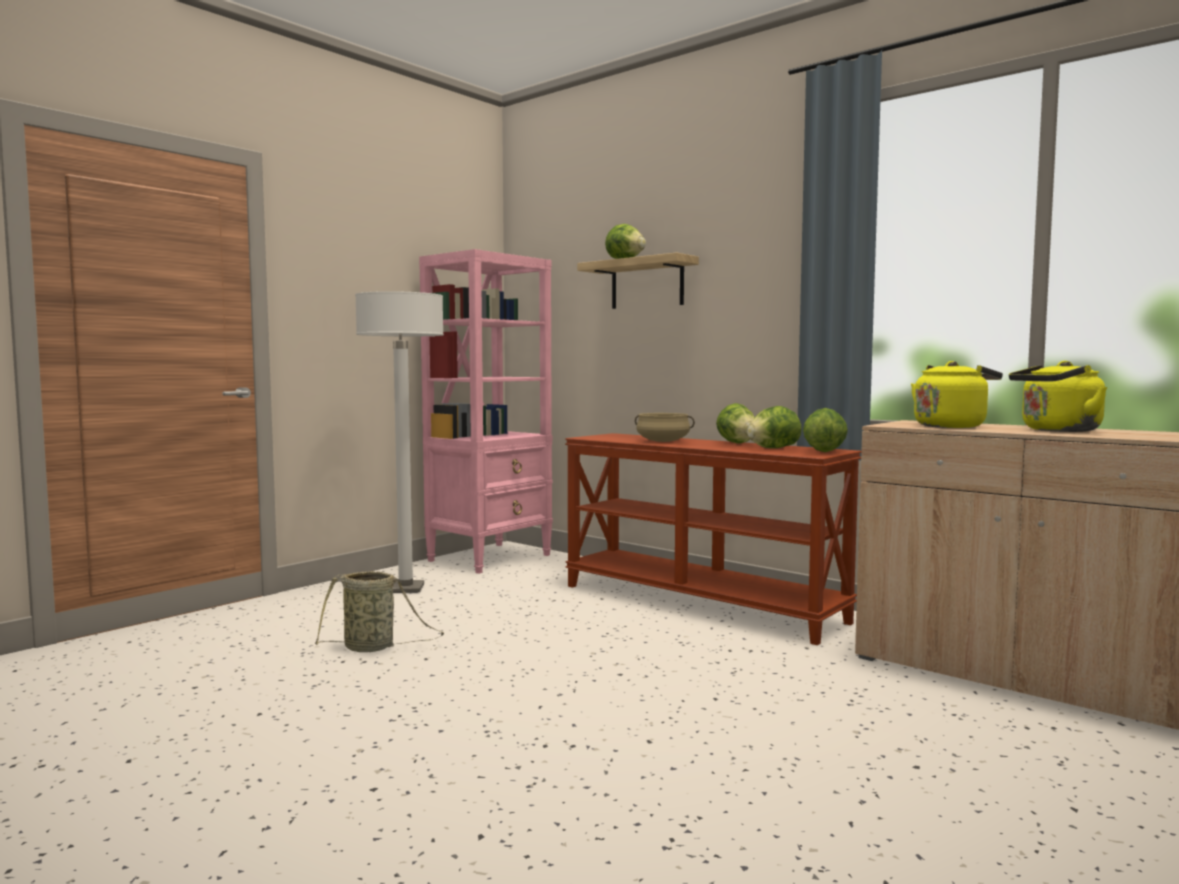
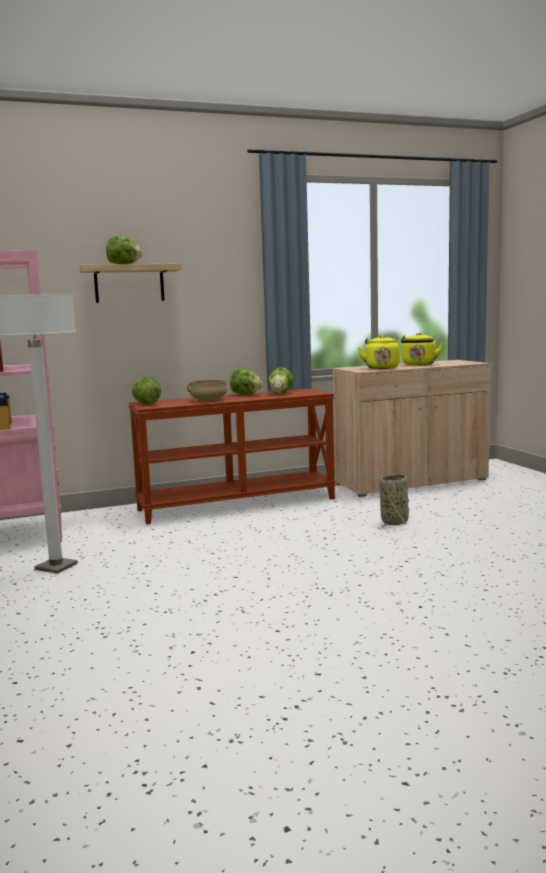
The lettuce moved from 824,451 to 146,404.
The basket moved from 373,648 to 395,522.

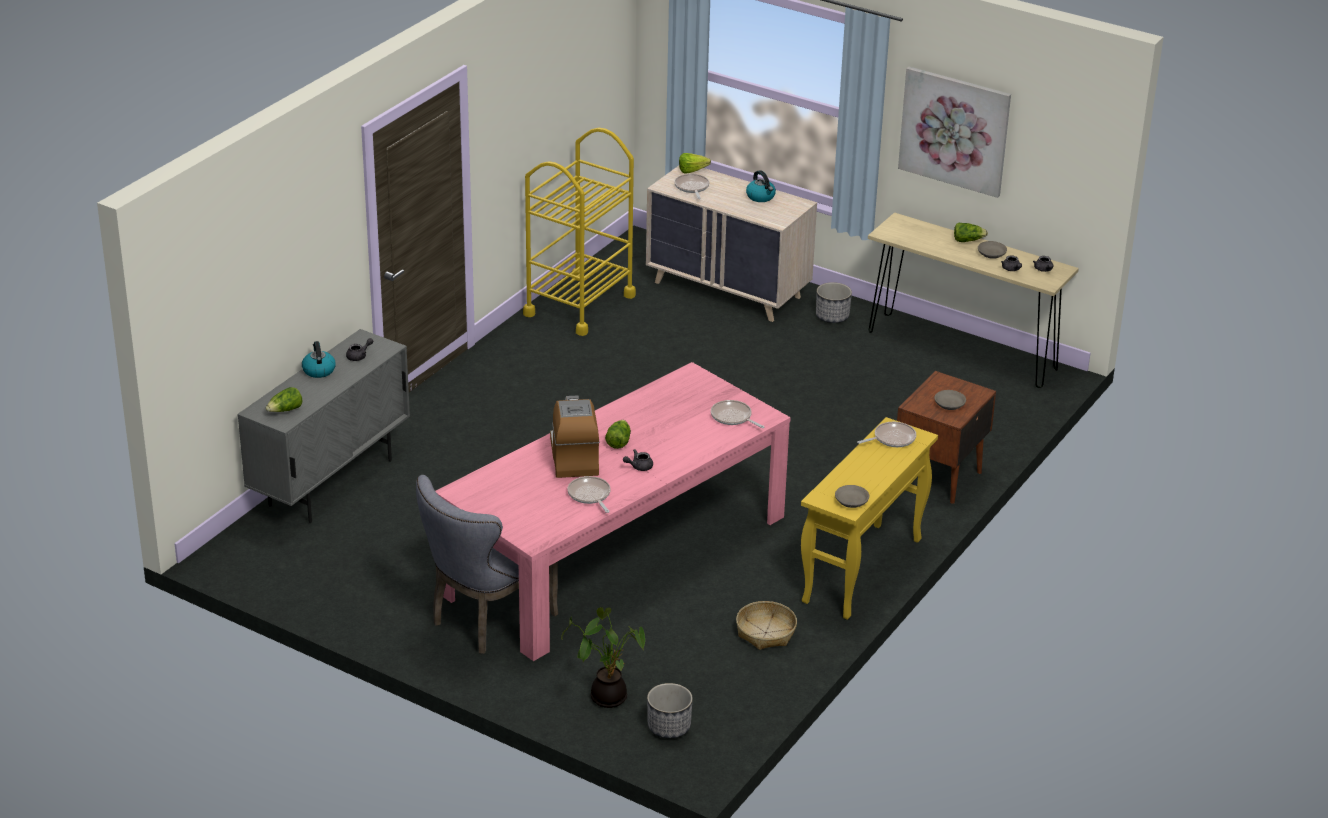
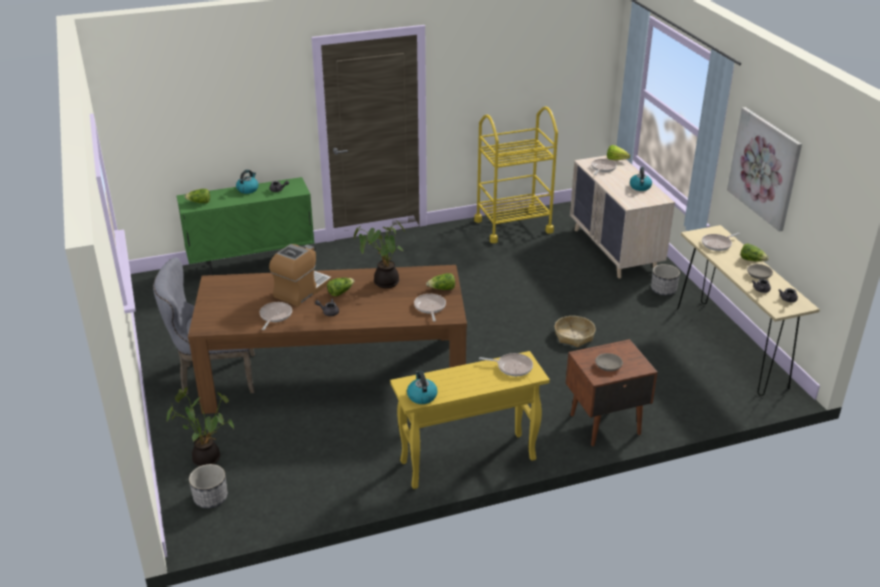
The cabinet (grey) at 331,482 became the cabinet (green) at 252,266.
The dining table (pink) at 615,554 became the dining table (brown) at 335,374.
The potted plant at 384,282 appeared.
The bowl (grey) at 851,501 was replaced by the kettle at 421,396.
The lettuce at 442,289 appeared.
The basket moved from 766,633 to 574,336.
The frying pan at 717,244 appeared.

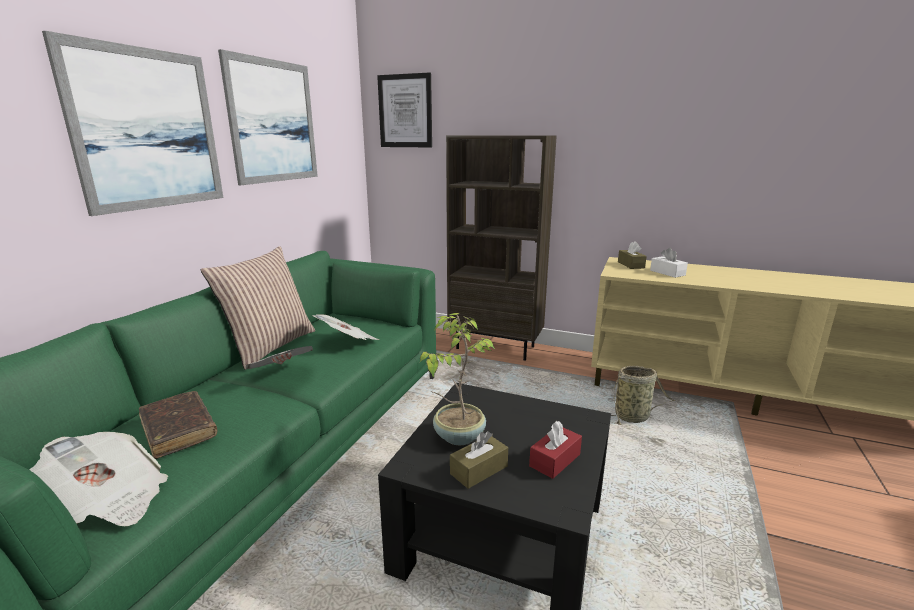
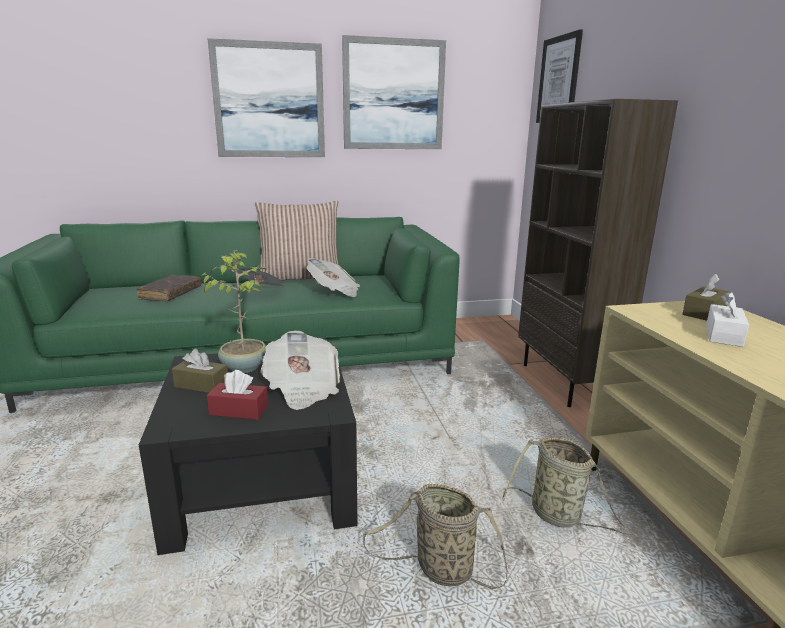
The newspaper moved from 109,501 to 302,389.
The basket at 439,569 appeared.

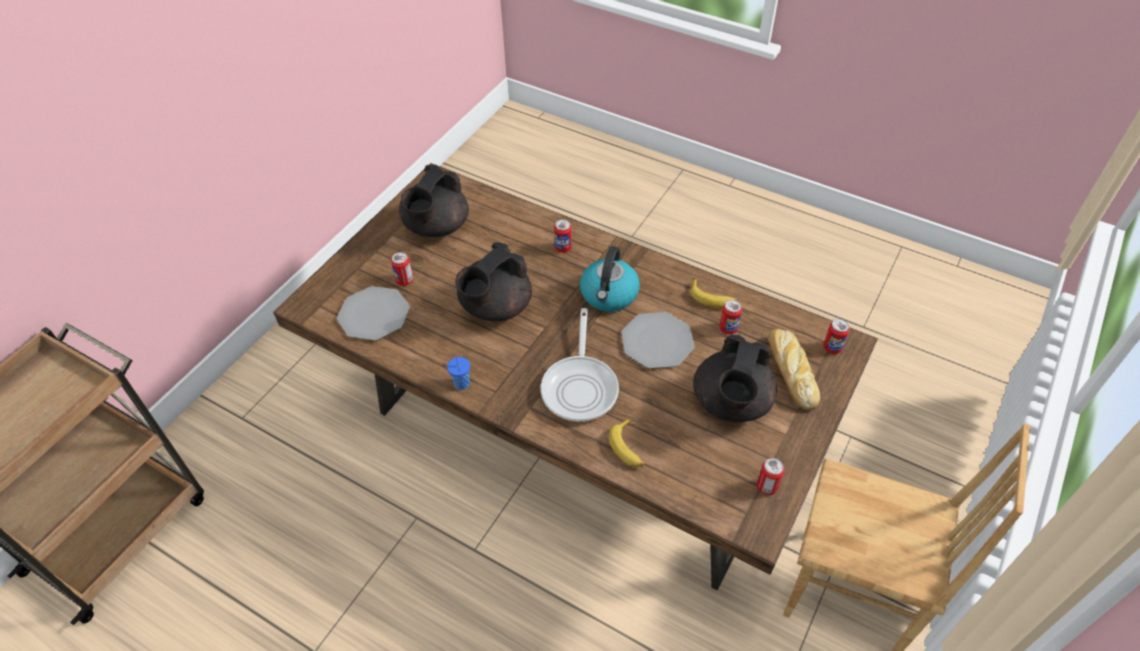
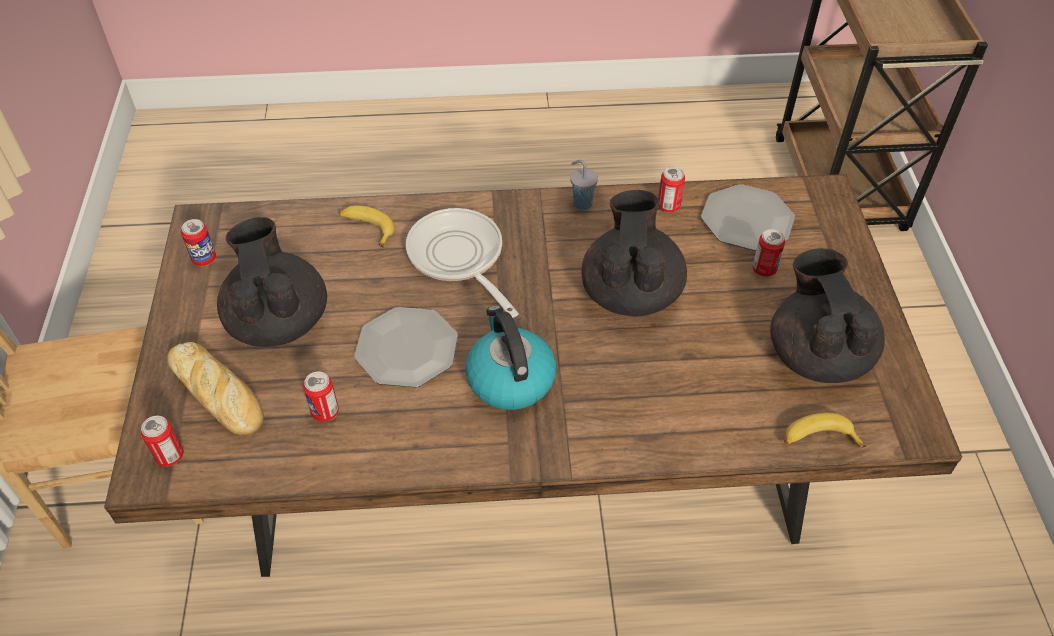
The cup (blue) at 462,384 became the cup (grey) at 581,203.
The can moved from 563,248 to 668,206.
The banana moved from 712,298 to 818,439.

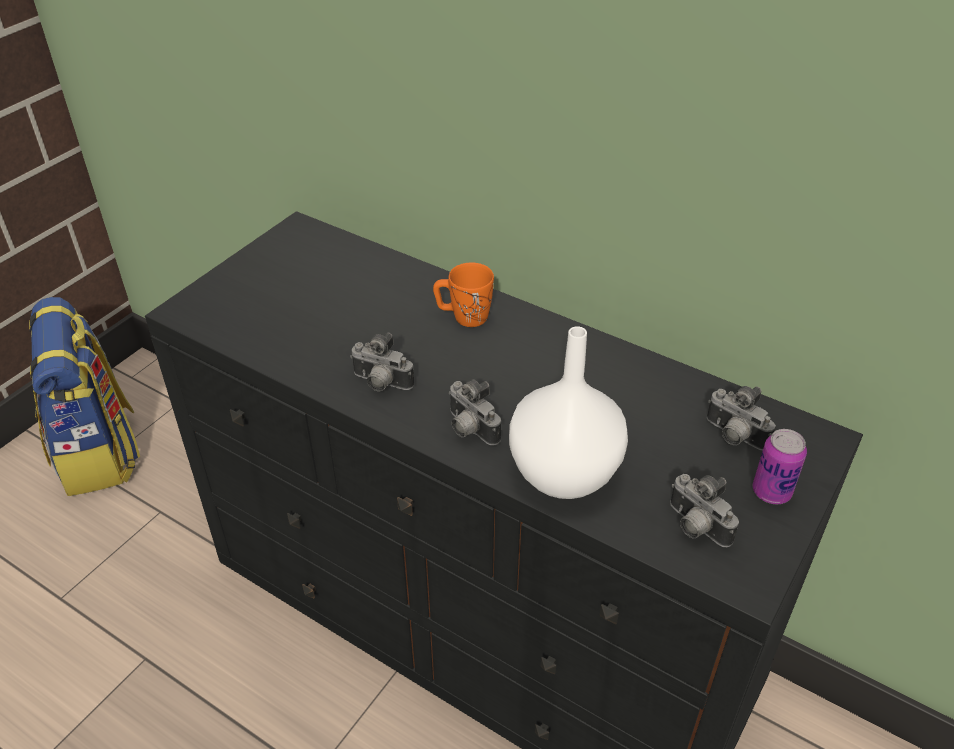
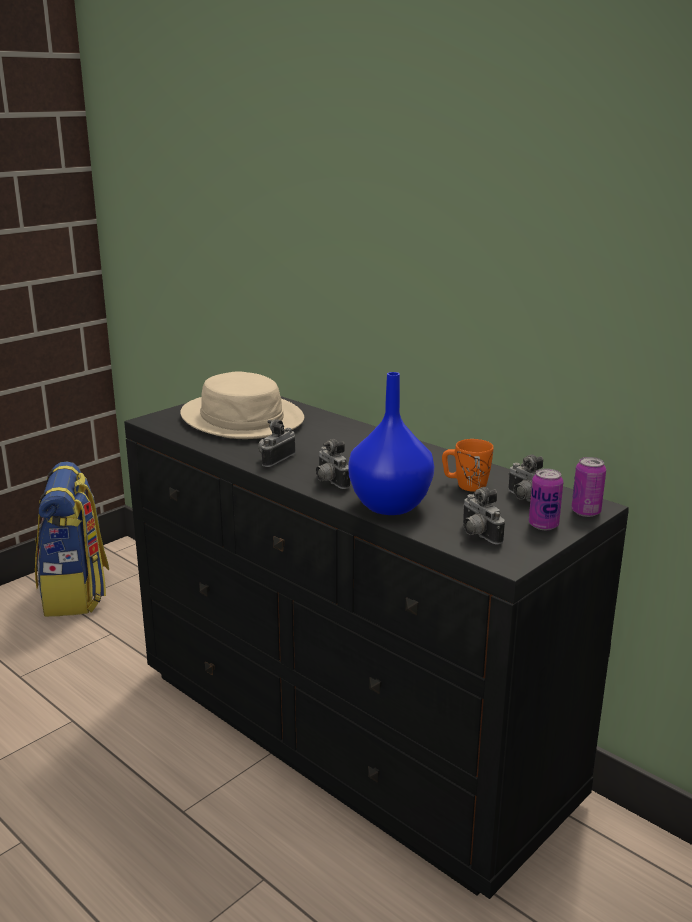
The hat (beige) at 242,418 appeared.
The photo camera at 380,384 turned 90 degrees clockwise.
The vase (white) at 563,476 became the vase (blue) at 389,506.
The mug (orange) moved from 463,316 to 465,485.
The can at 585,512 appeared.

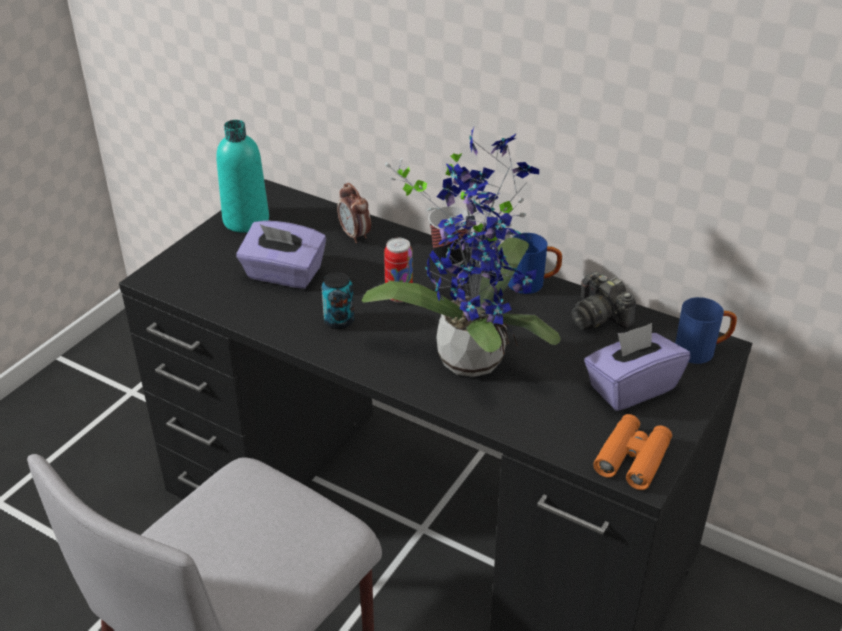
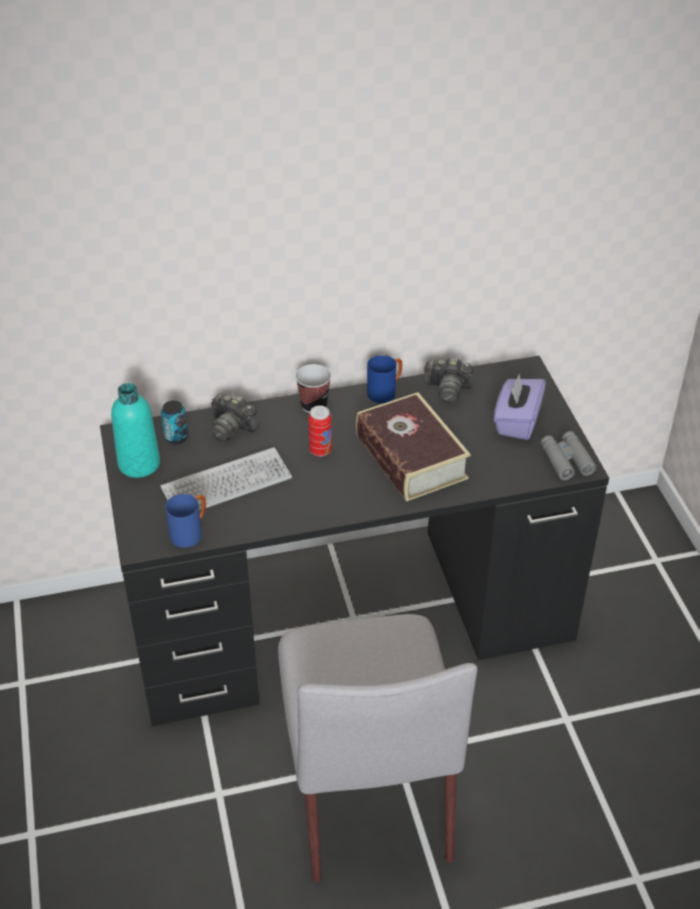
The can moved from 339,321 to 176,437.
The tissue box (purple) at 283,274 was replaced by the keyboard at 226,484.
The mug (blue) moved from 701,351 to 190,532.
The alarm clock at 355,235 was replaced by the photo camera at 231,427.
The potted plant at 471,352 was replaced by the book at 411,457.
The binoculars (orange) at 632,458 became the binoculars (grey) at 566,460.

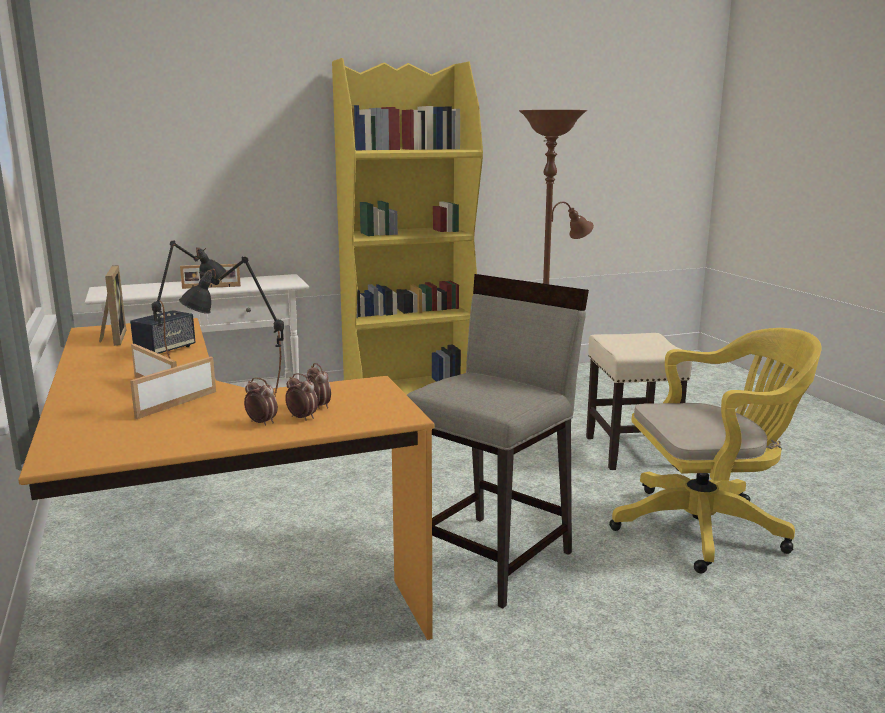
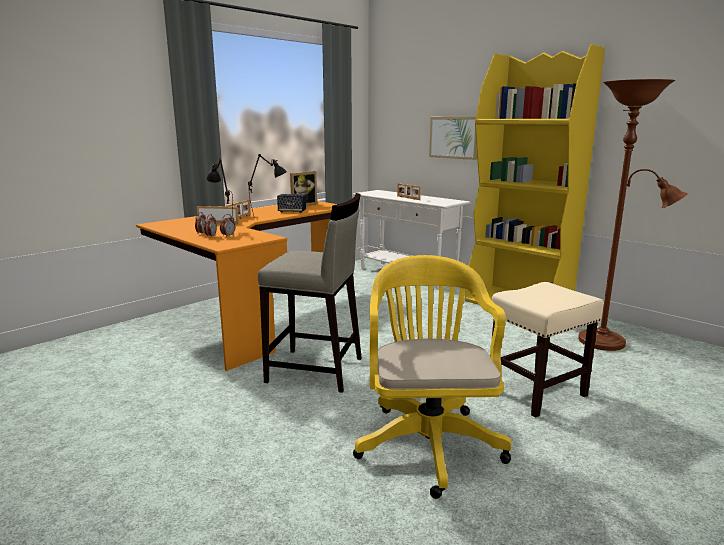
The office chair (yellow) at 706,528 turned 150 degrees counterclockwise.
The picture at 454,137 appeared.

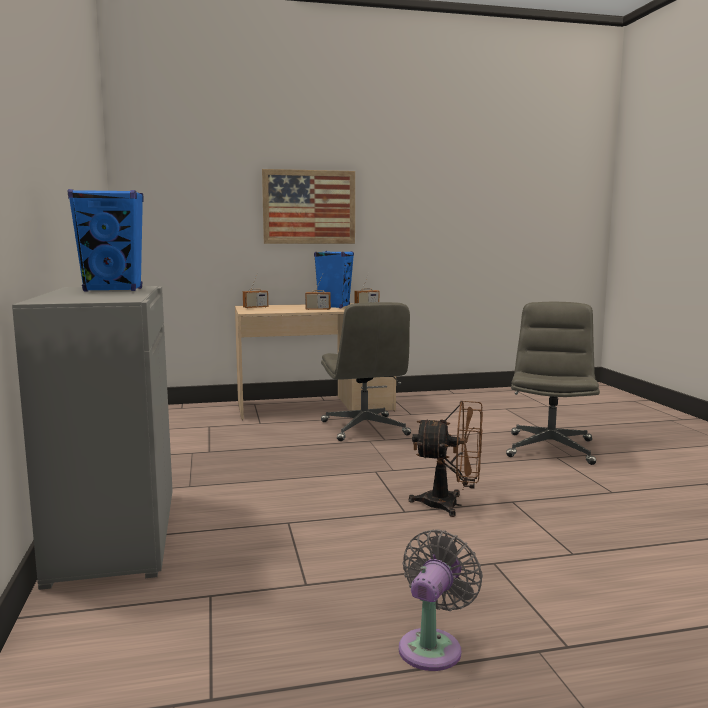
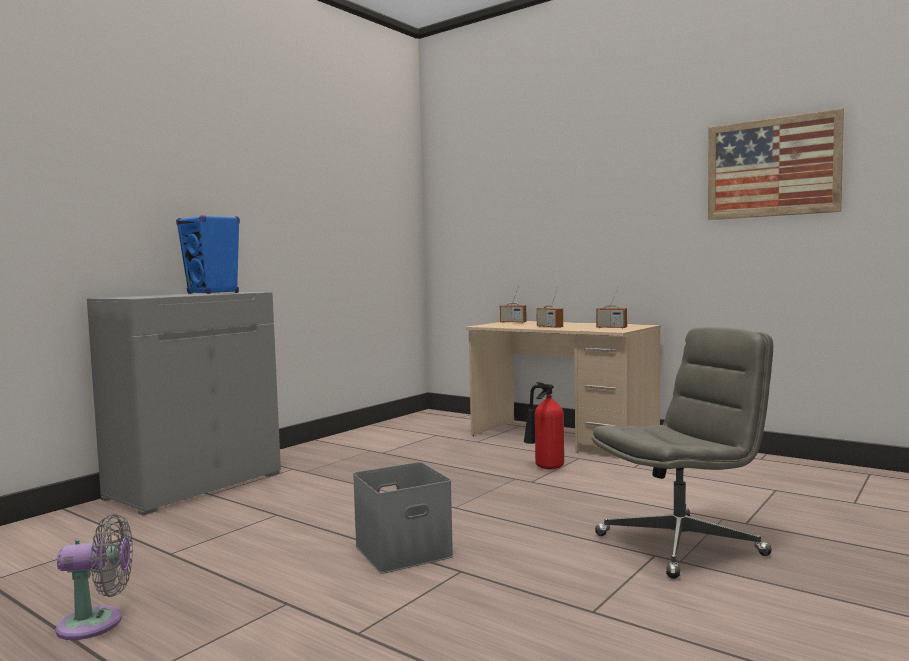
The fan (brown) at 450,505 was replaced by the storage box (grey) at 404,550.
The office chair (grey) at 365,428 was replaced by the fire extinguisher at 544,468.
The picture moved from 309,207 to 772,167.
The speaker (blue) at 334,307 disappeared.

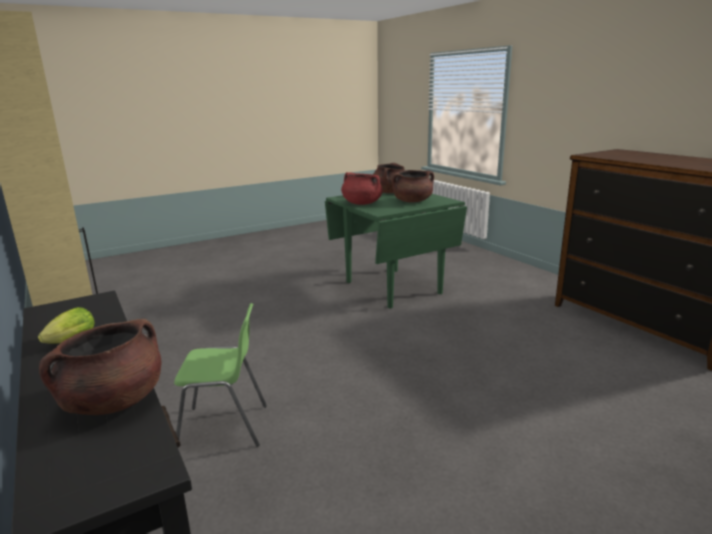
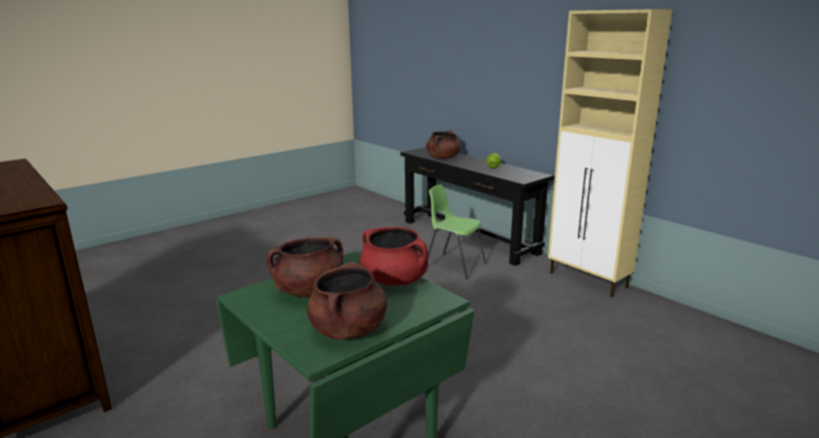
The chair (green) at 224,427 turned 45 degrees clockwise.

